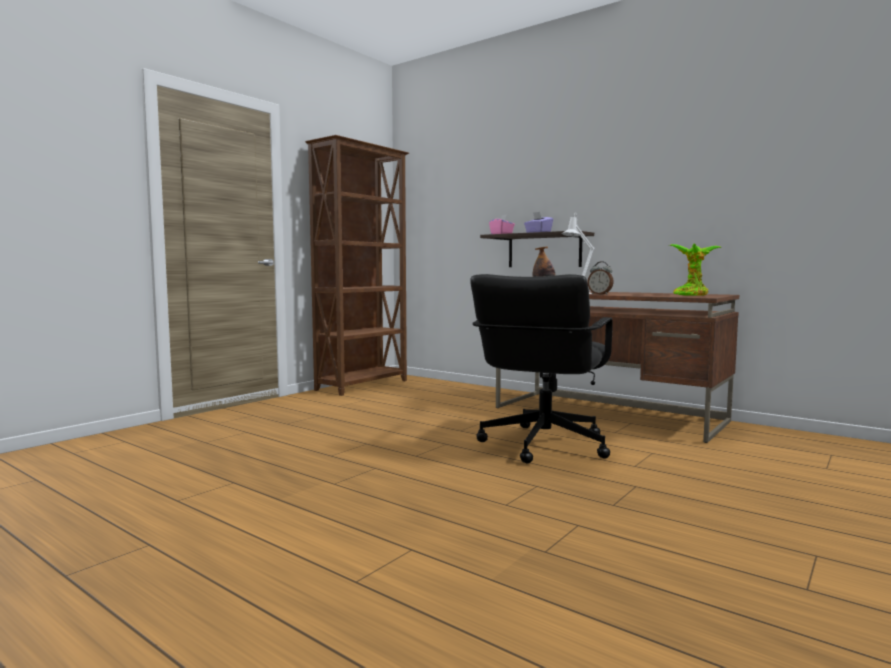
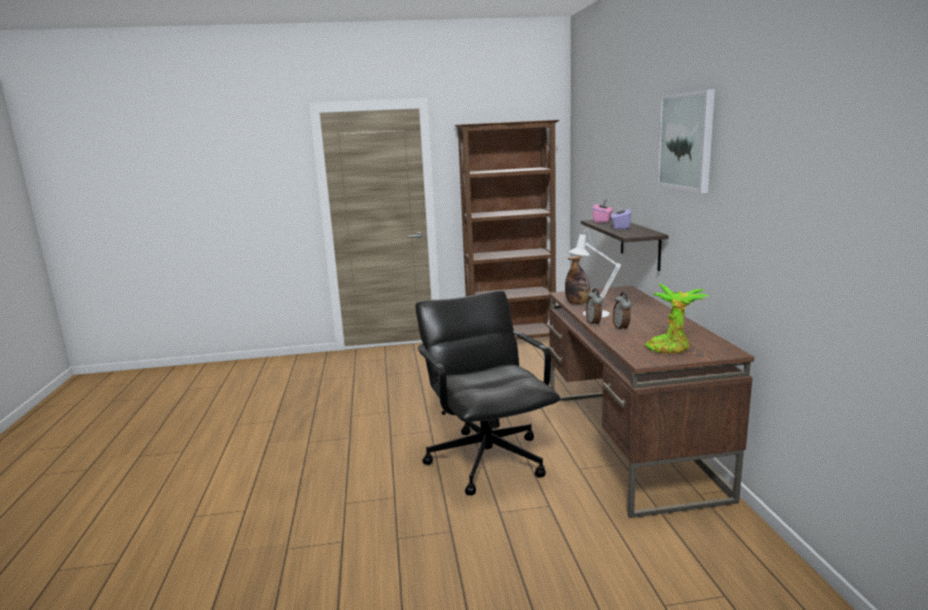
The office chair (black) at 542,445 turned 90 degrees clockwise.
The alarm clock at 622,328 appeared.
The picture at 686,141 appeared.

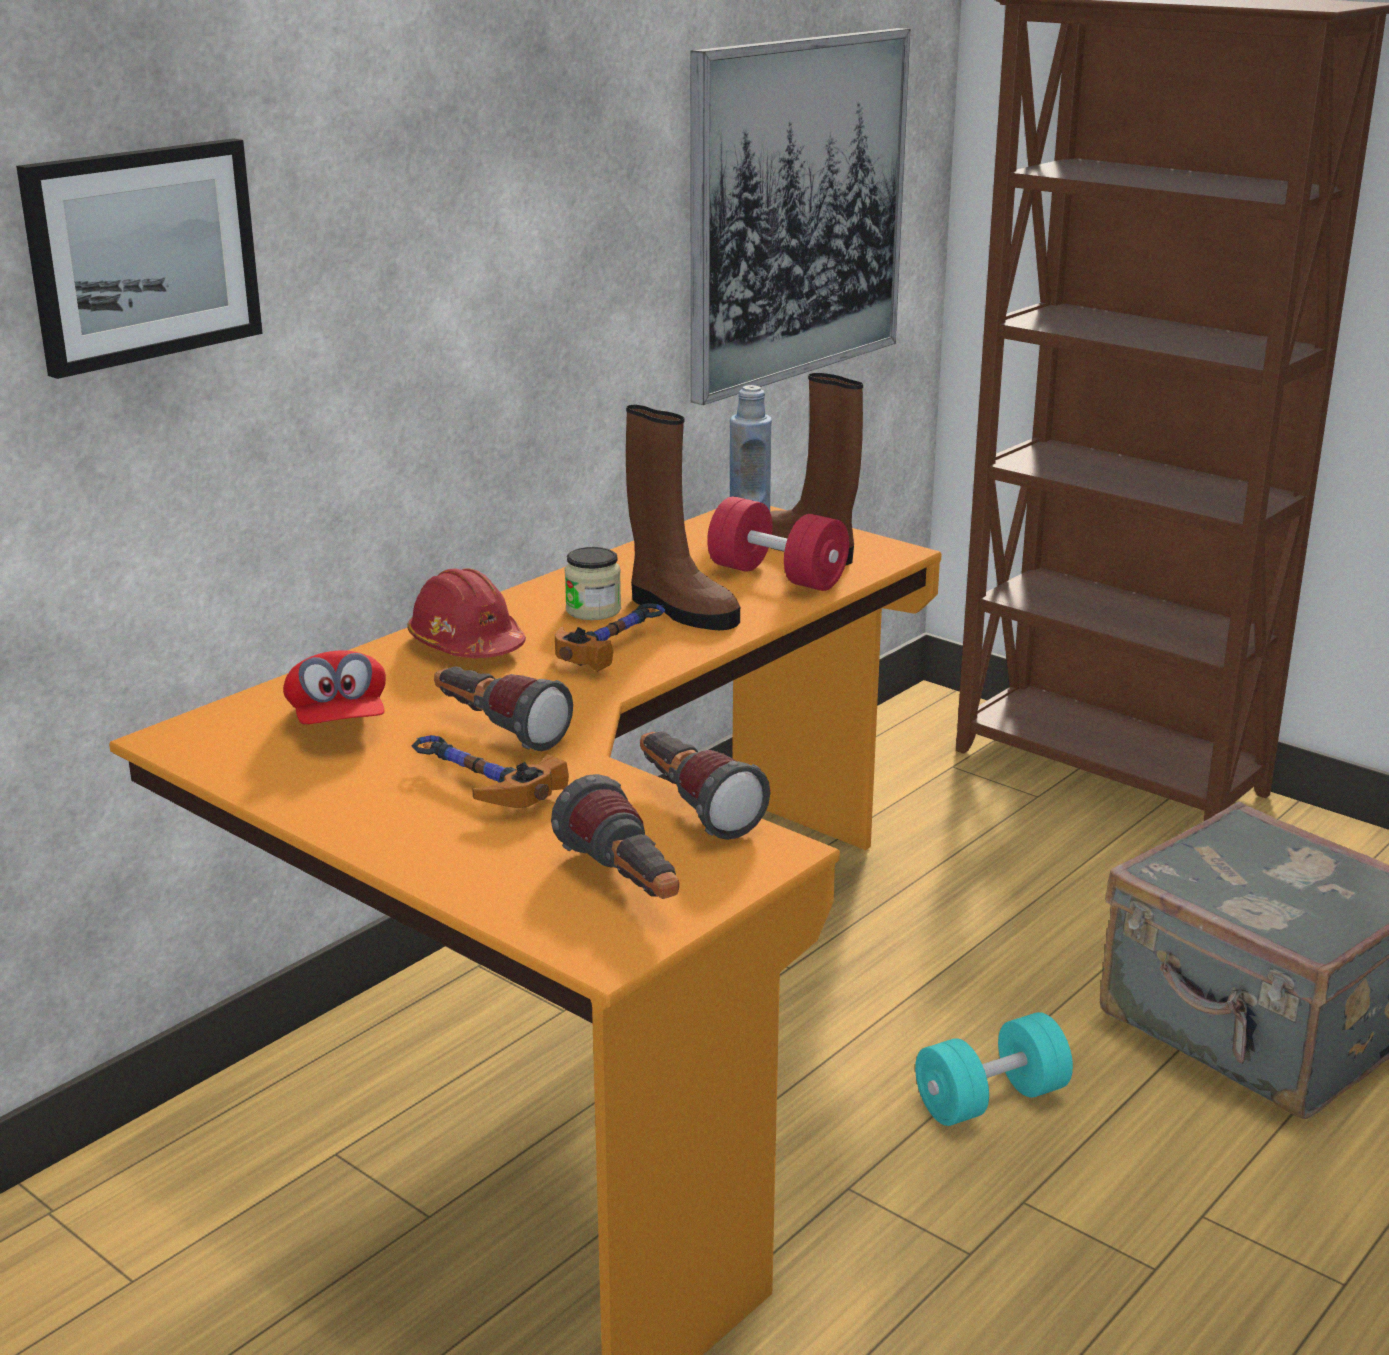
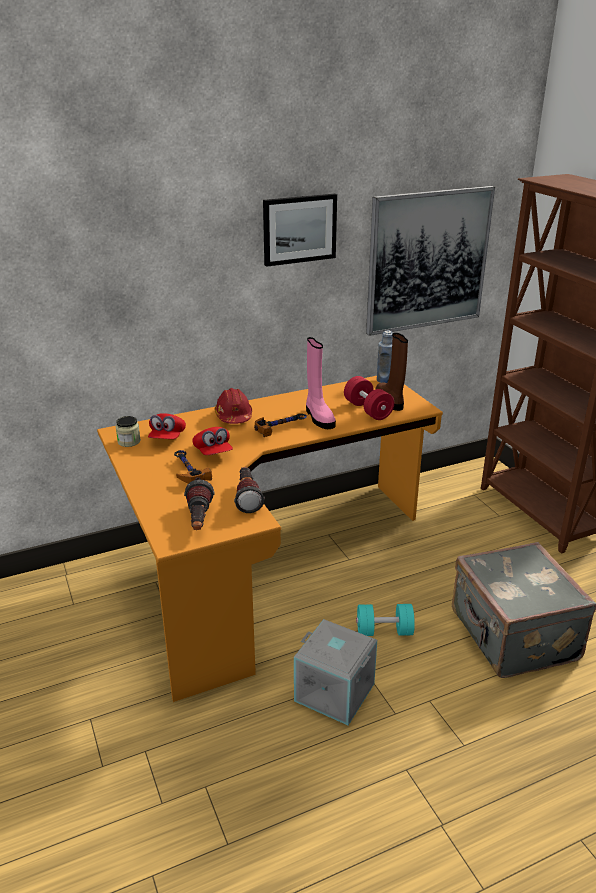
The jar moved from 593,610 to 129,441.
The flashlight at 497,730 was replaced by the cap (red) at 213,452.
The picture moved from 142,254 to 299,229.
The storage box (grey) at 335,691 appeared.
The boot (brown) at 680,610 became the boot (pink) at 318,417.

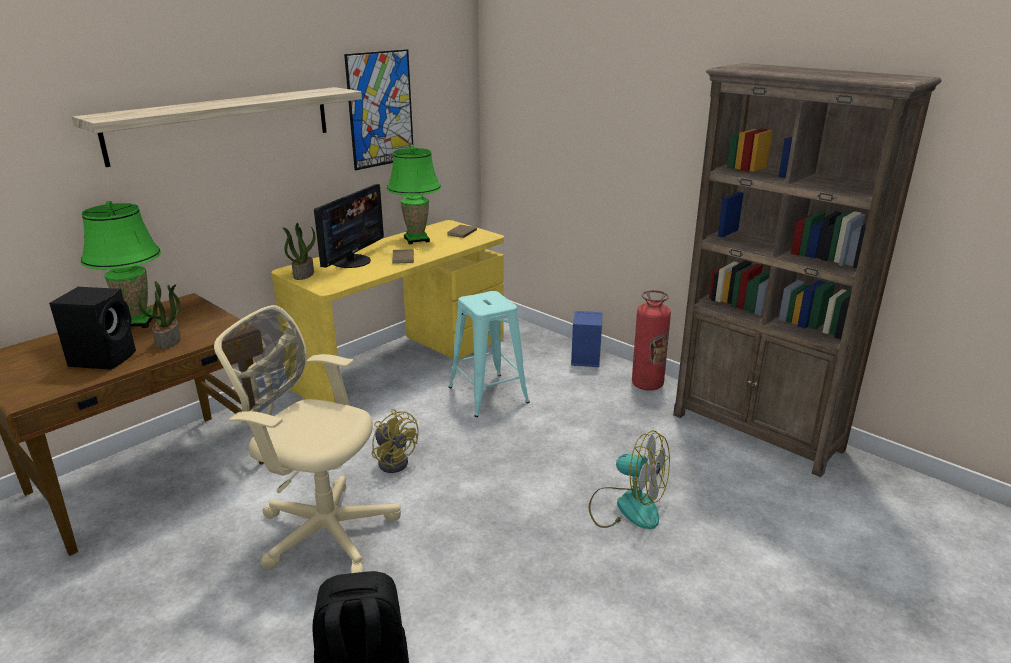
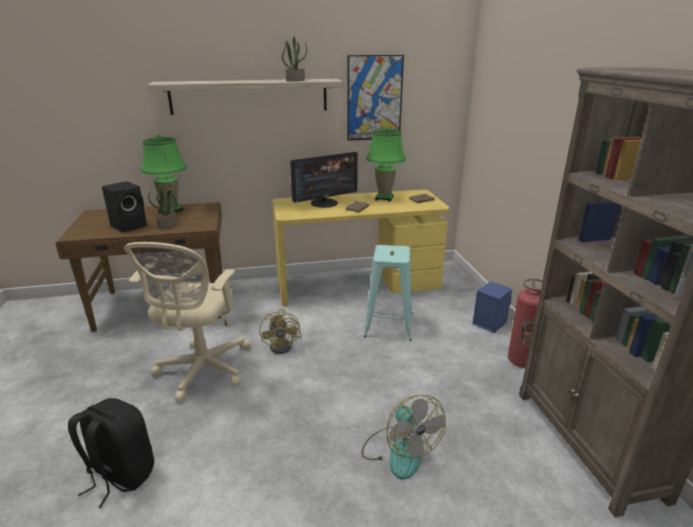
The office chair (beige) at 322,530 turned 135 degrees counterclockwise.
The potted plant moved from 303,274 to 295,80.

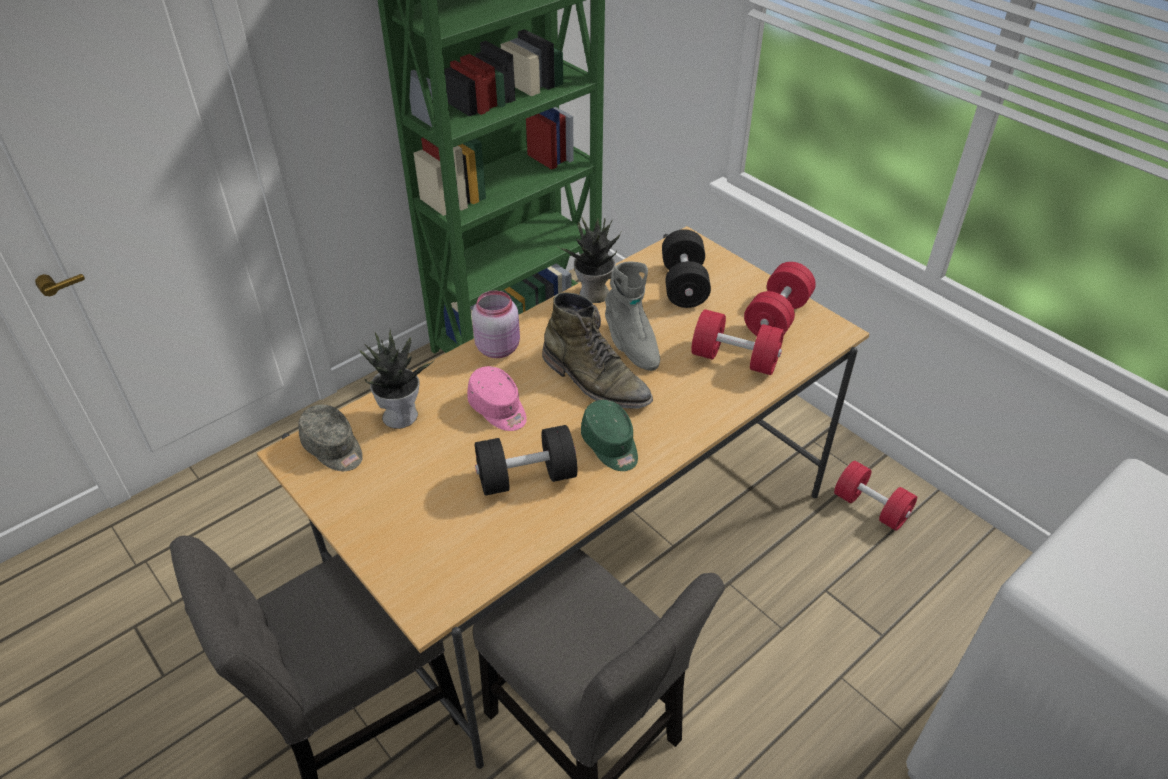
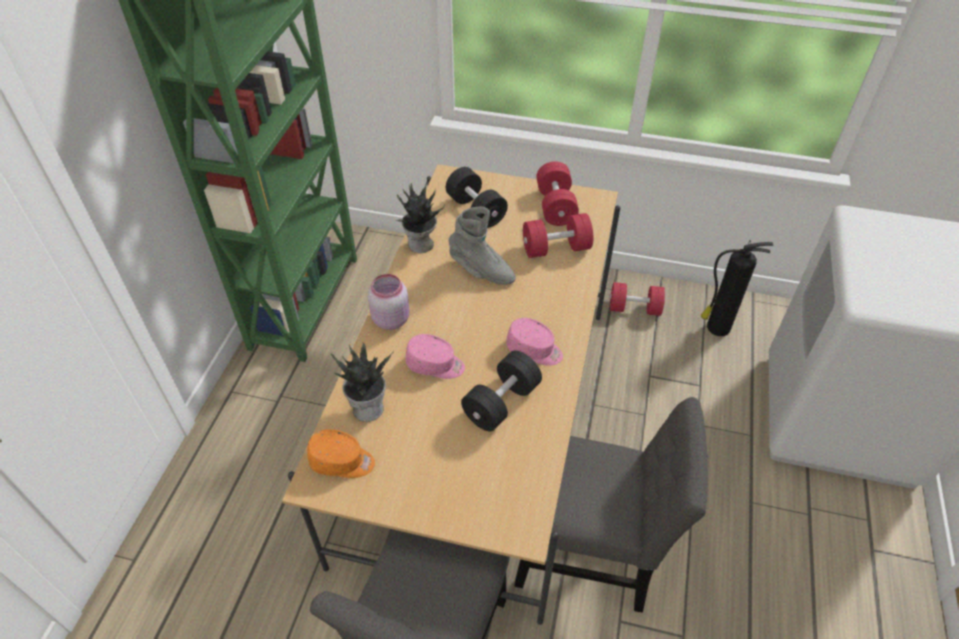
The cap (grey) at 334,448 became the cap (orange) at 342,461.
The cap (green) at 610,446 became the cap (pink) at 534,350.
The fire extinguisher at 716,327 appeared.
The boot (green) at 595,381 disappeared.

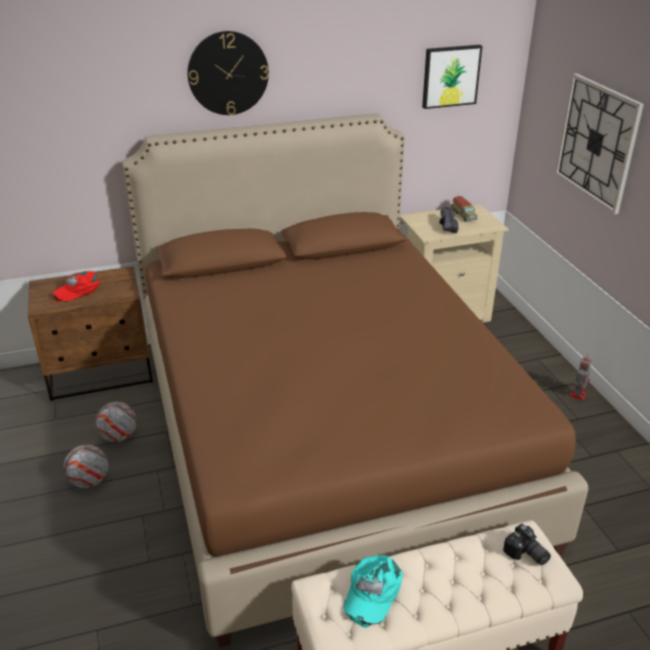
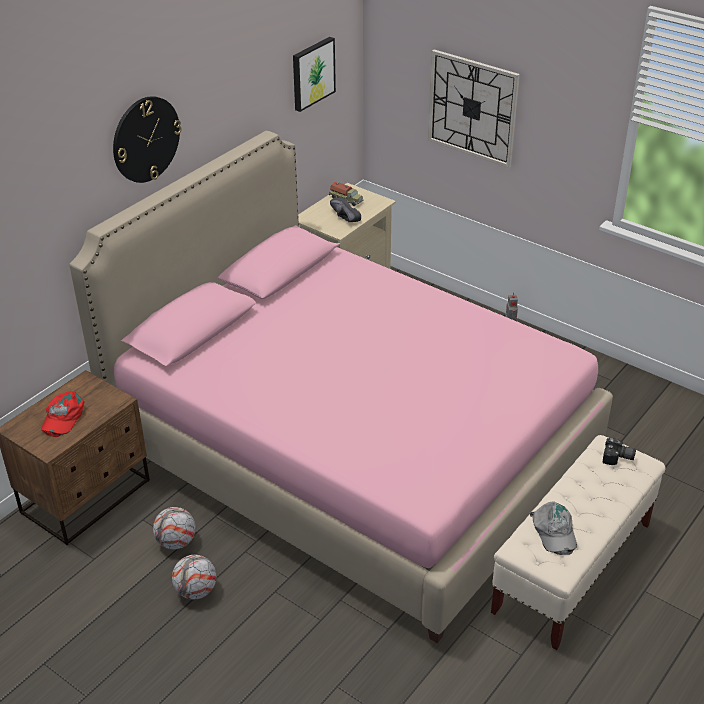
The bed (brown) at 324,434 became the bed (pink) at 352,452.
The cap (turquoise) at 371,592 became the cap (grey) at 553,532.

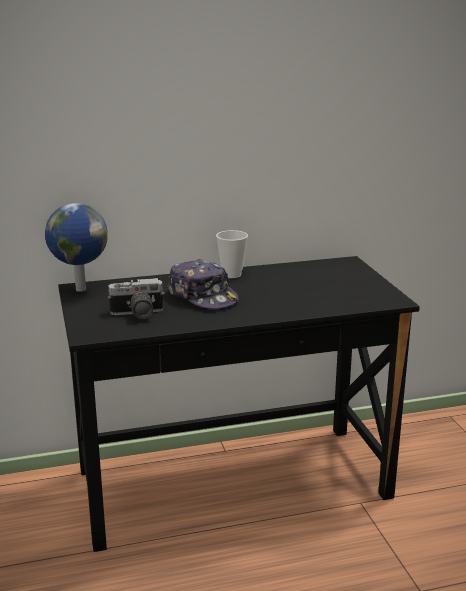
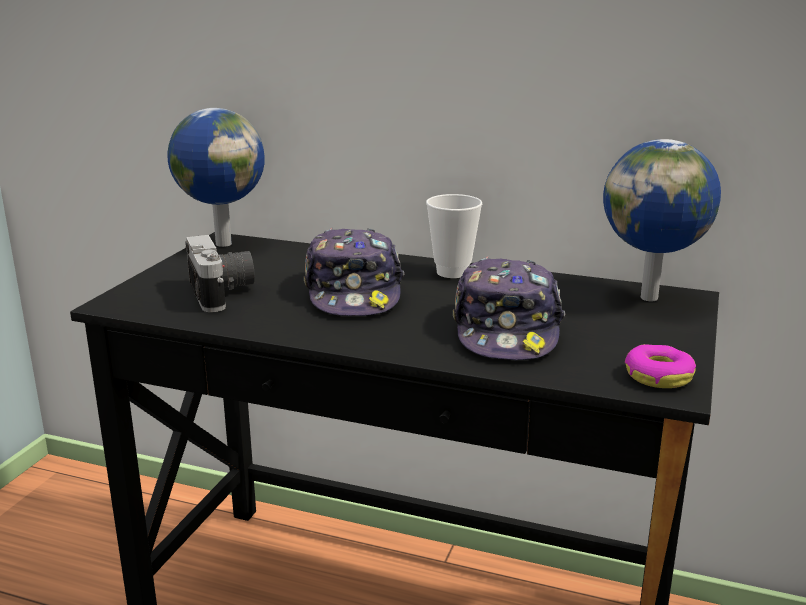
The photo camera at 137,314 turned 135 degrees counterclockwise.
The cap at 507,330 appeared.
The globe at 651,297 appeared.
The donut at 658,376 appeared.

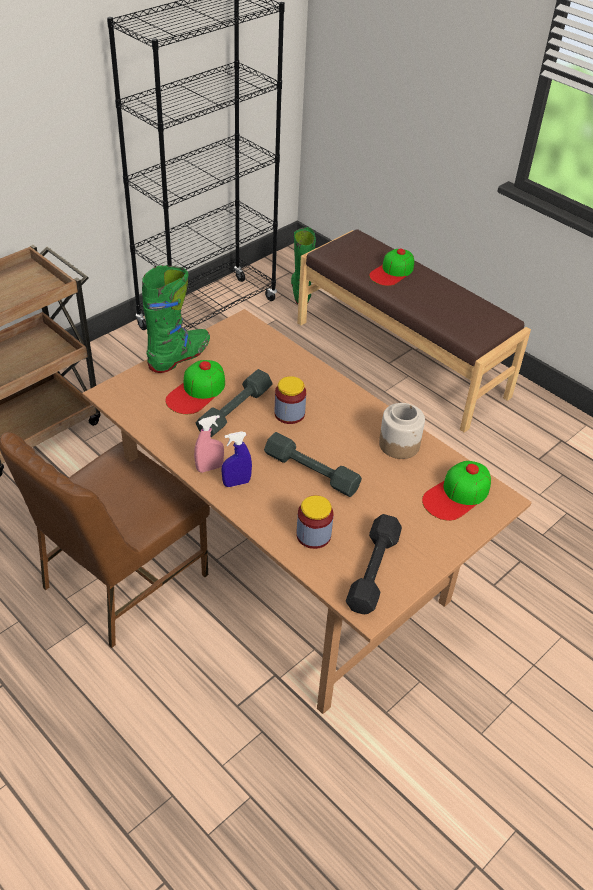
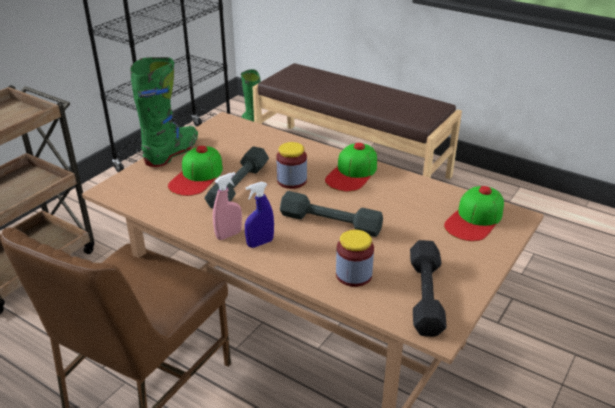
The cap moved from 392,272 to 352,173.
The jar at 399,444 disappeared.

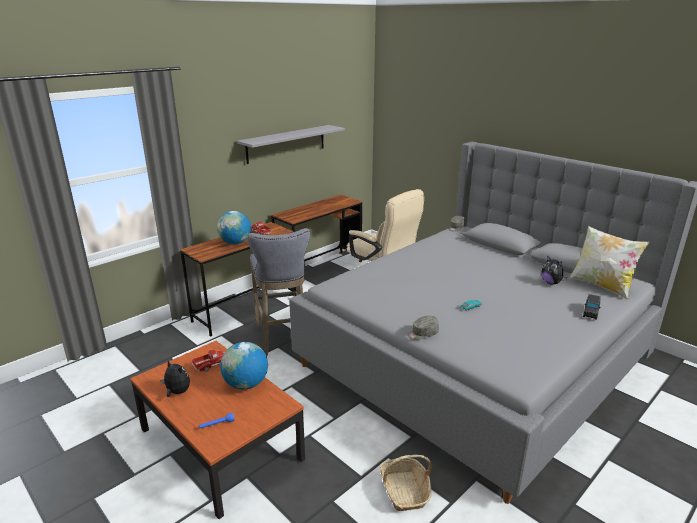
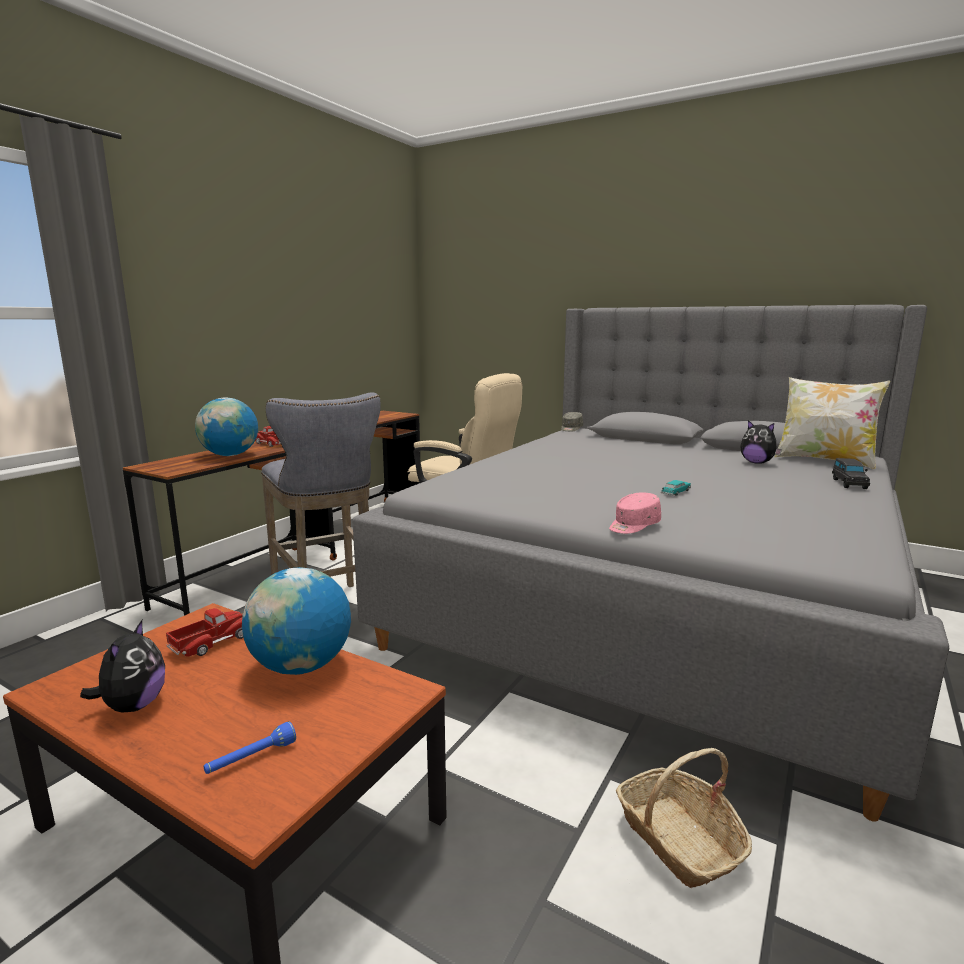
The plush toy at 177,392 turned 75 degrees clockwise.
The cap (grey) at 422,334 became the cap (pink) at 633,525.
The shelf (grey) at 286,144 disappeared.

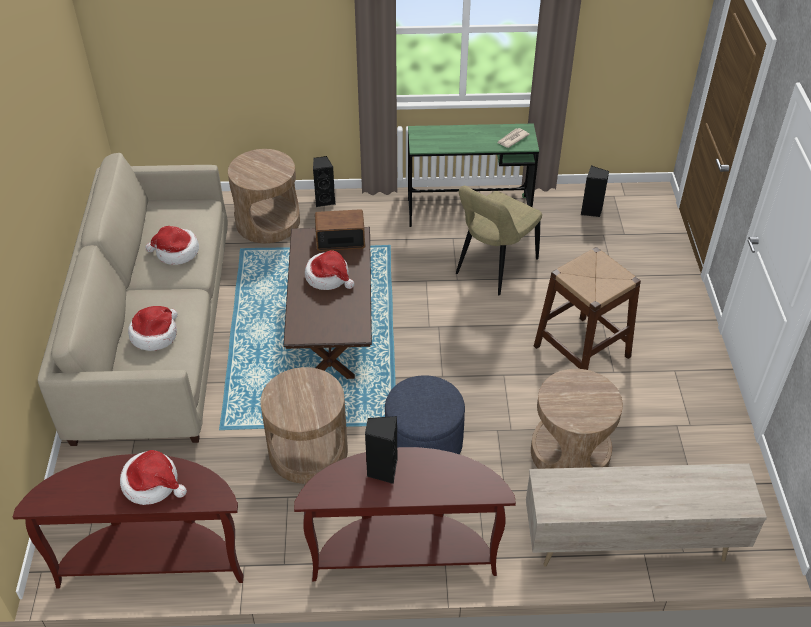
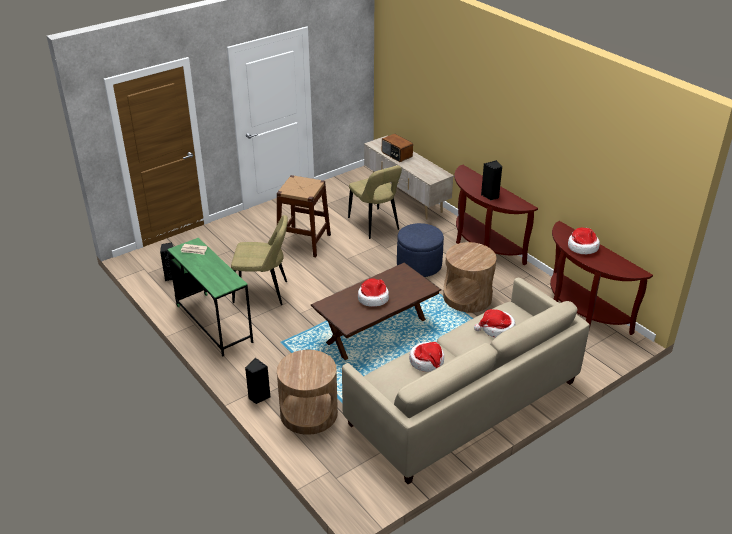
The side table (brown) at 570,452 was replaced by the chair (beige) at 375,225.
The radio moved from 340,239 to 396,155.

